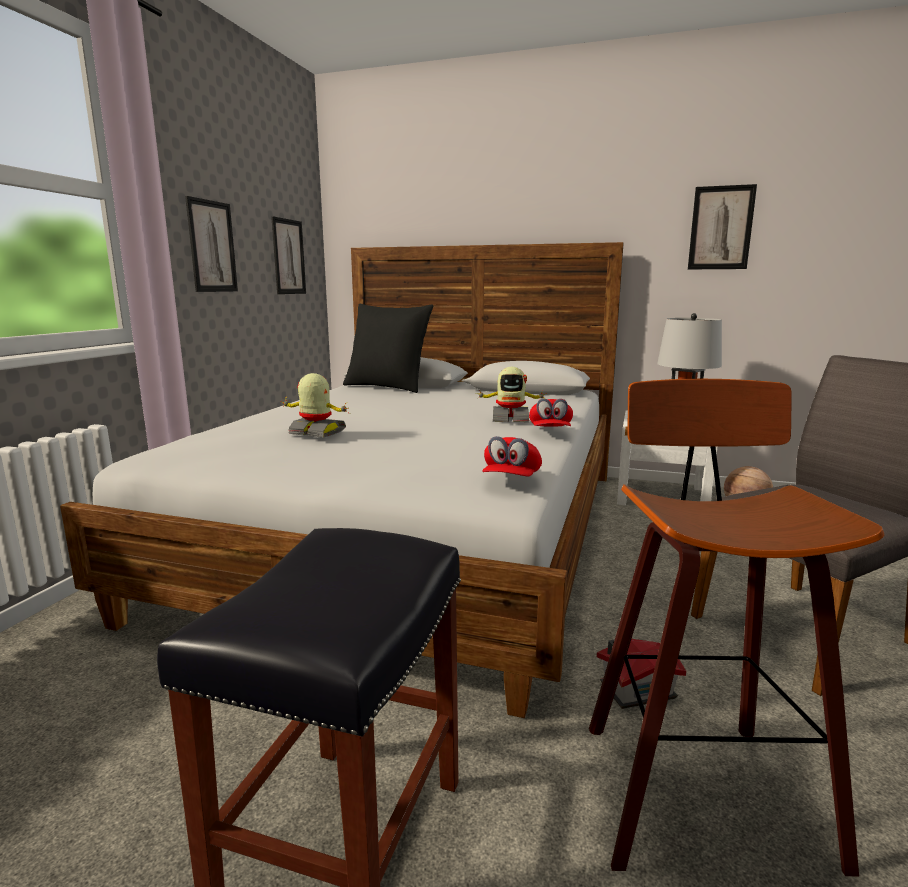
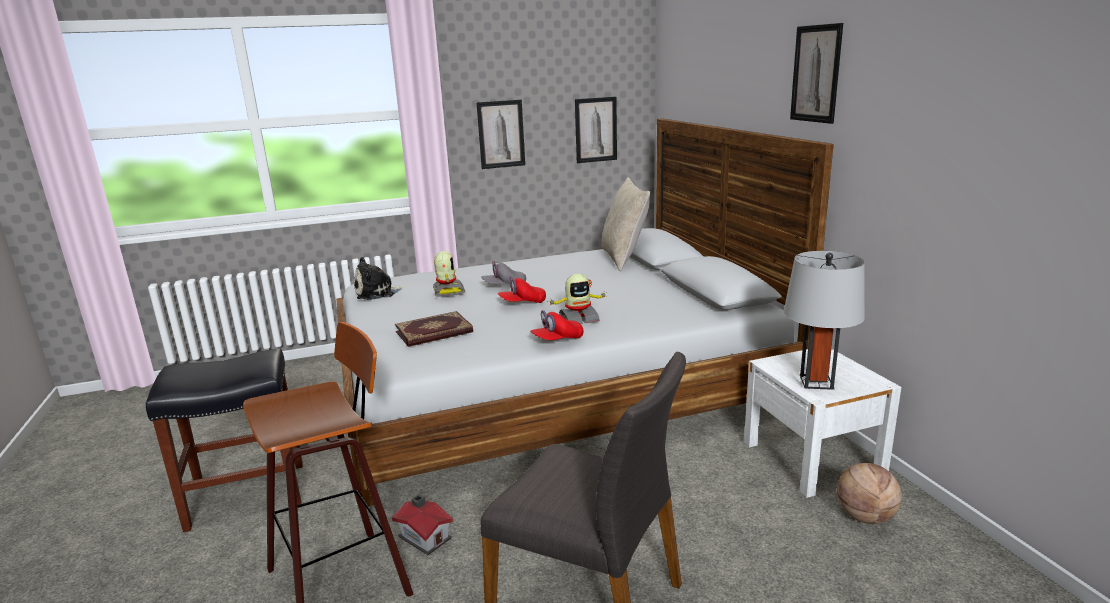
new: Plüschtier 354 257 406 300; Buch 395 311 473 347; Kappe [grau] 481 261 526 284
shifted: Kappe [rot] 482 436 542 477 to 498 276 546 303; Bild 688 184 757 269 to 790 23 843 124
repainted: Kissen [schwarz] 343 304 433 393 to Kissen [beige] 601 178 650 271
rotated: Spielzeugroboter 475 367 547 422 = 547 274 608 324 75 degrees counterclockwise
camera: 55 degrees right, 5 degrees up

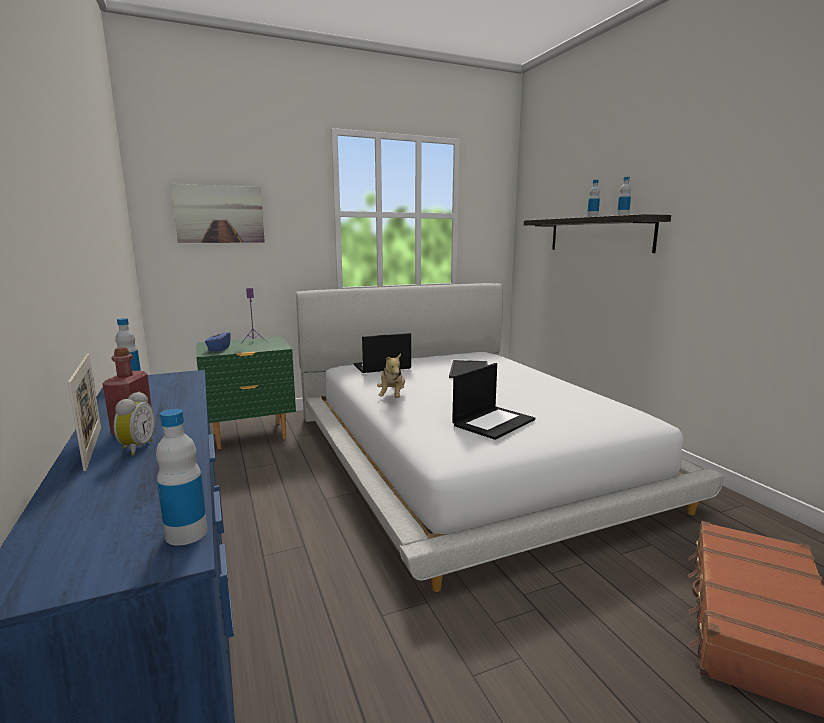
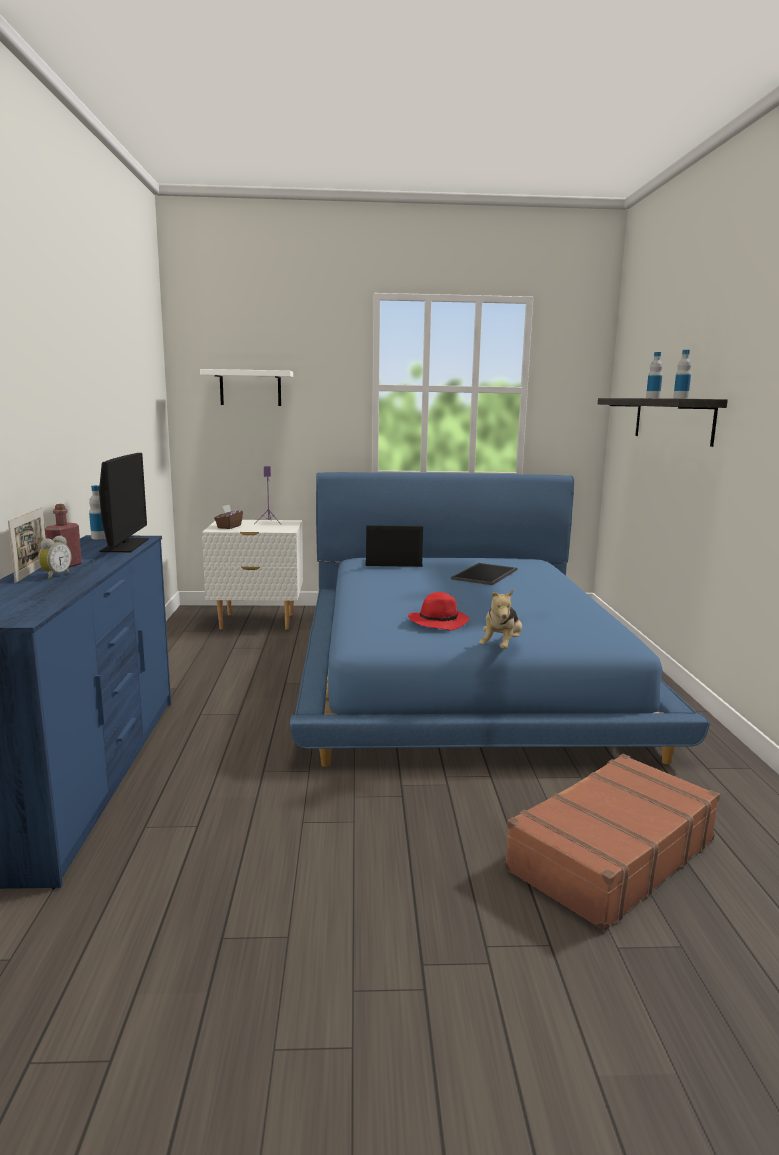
gone: Flasche 156 409 208 546
new: Monitor 99 453 149 552
shifted: Plüschtier 377 354 405 398 to 479 589 522 649
swapped: Bild 171 184 265 243 to Wandregal [weiß] 200 369 293 406; Laptop 452 363 535 440 to Hut [rot] 408 592 470 630
repainted: Nachttisch [grün] 196 336 296 449 to Nachttisch [weiß] 202 520 303 630; Taschentuchbox [blau] 205 327 231 351 to Taschentuchbox [braun] 214 505 243 529; Bett [weiß] 296 283 725 592 to Bett [blau] 290 472 710 767
camera: 20 degrees right, 0 degrees up

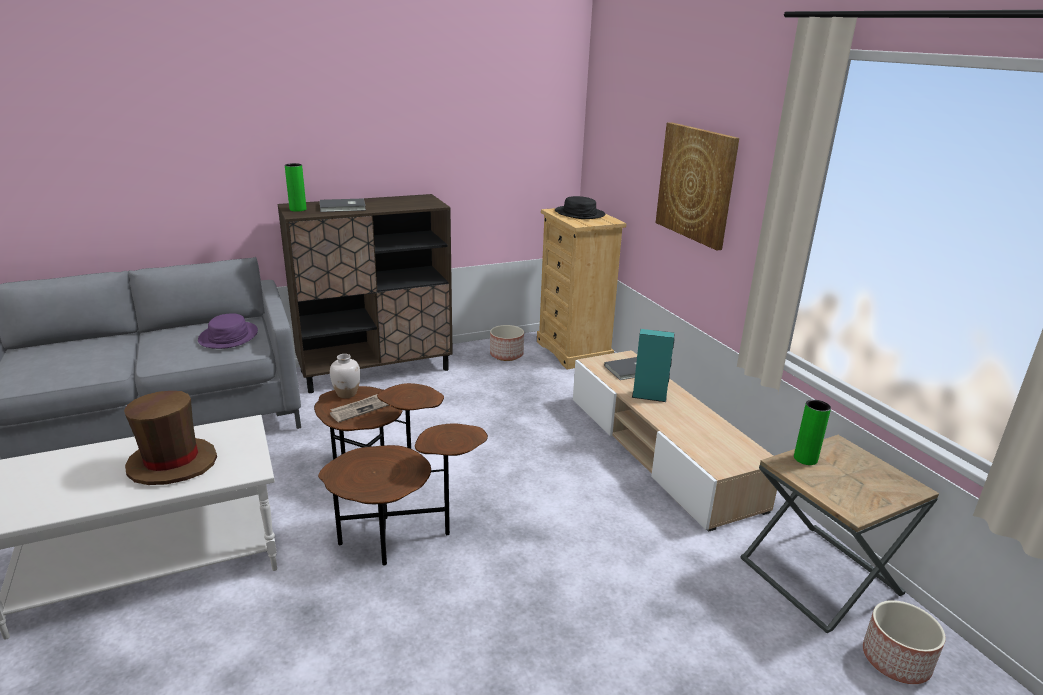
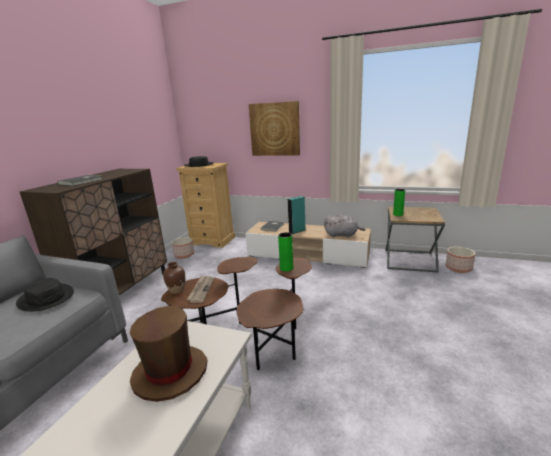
new: Plüschtier [grau] 324 214 365 237
shifted: Vase [grün] 285 163 306 212 to 278 232 293 272
repainted: Hut [lila] 198 314 258 349 to Hut [schwarz] 16 278 74 312; Vase [weiß] 330 354 360 398 to Vase [braun] 163 262 185 294
camera: 45 degrees left, 5 degrees down

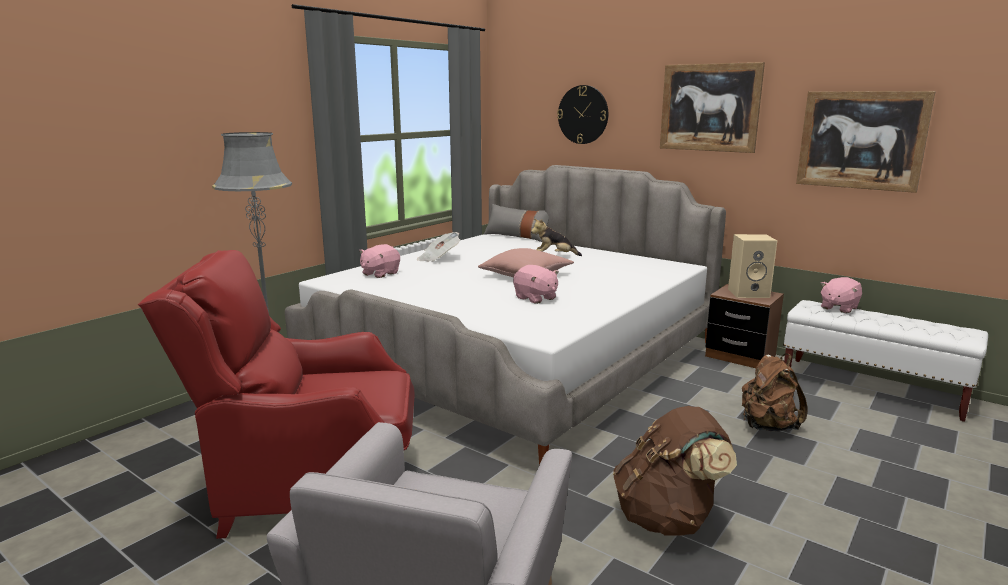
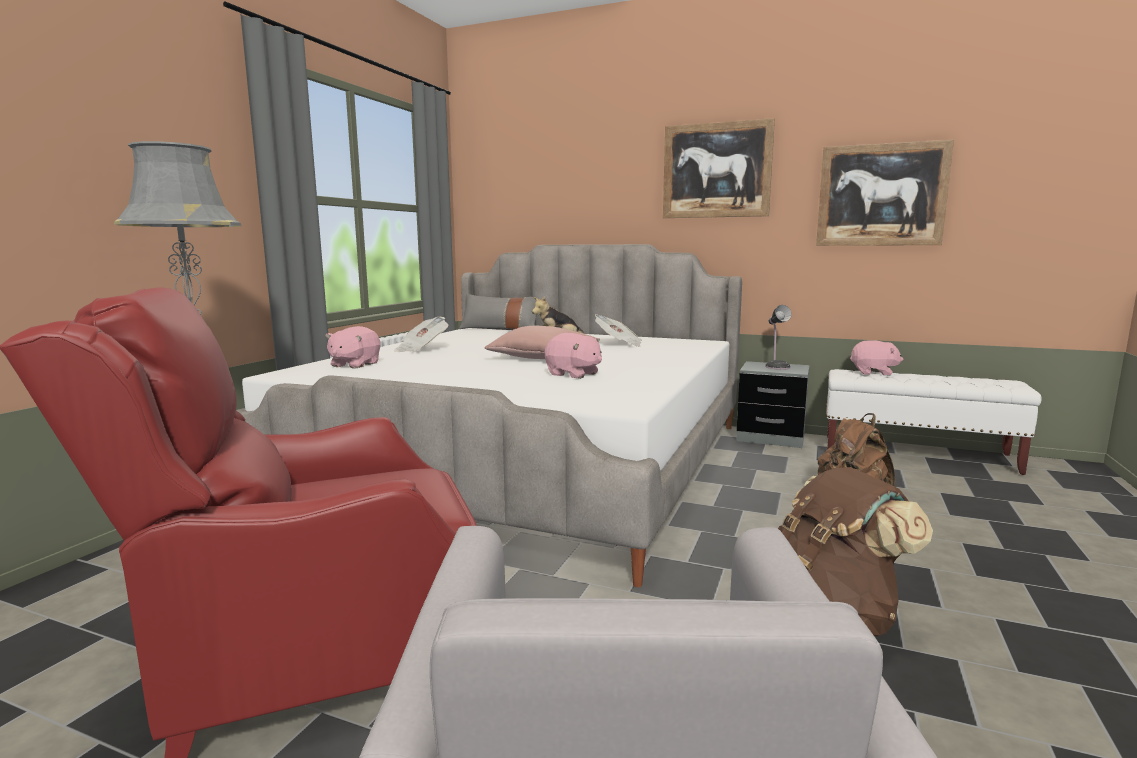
gone: Wanduhr 557 85 608 144
new: Zeitung 595 314 642 347
swapped: Lautsprecher [beige] 728 234 777 298 to Tischlampe 765 305 791 370
repainted: Nachttisch [braun] 705 284 784 368 to Nachttisch [grau] 736 361 810 448
rotated: Plüschtier [rosa] 820 277 862 313 = 850 340 903 375 105 degrees counterclockwise
camera: 15 degrees left, 5 degrees down

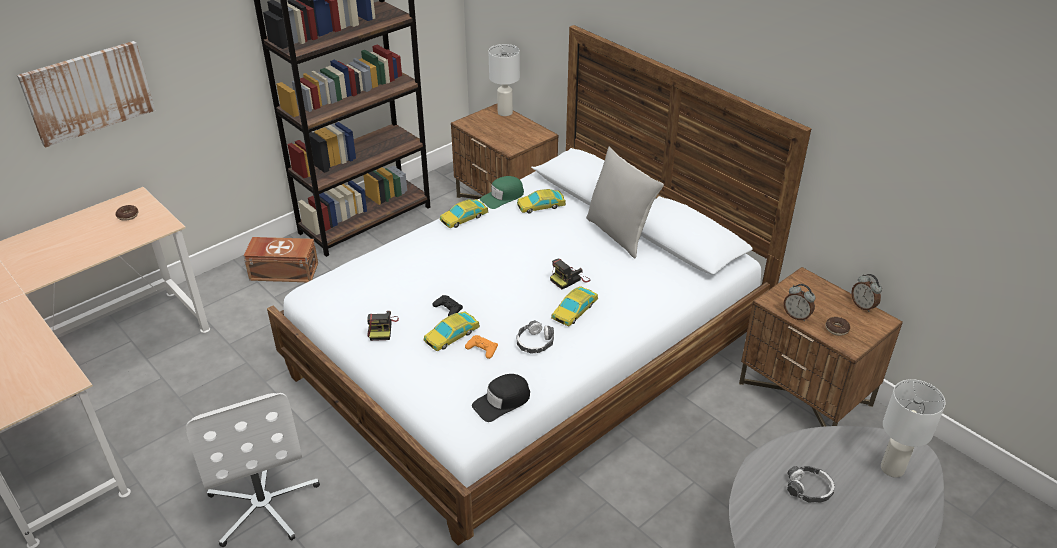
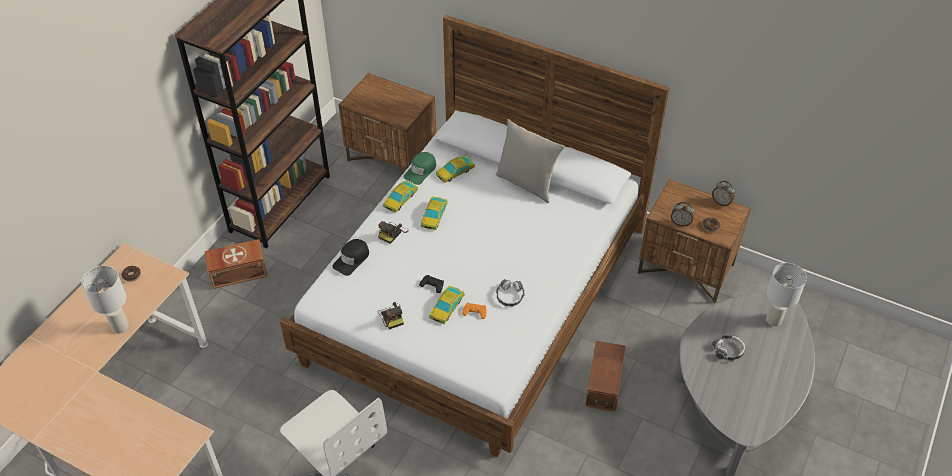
gone: Bild 17 41 155 148
new: Aufbewahrungsbox [braun] 585 341 625 412
shifted: Kappe [schwarz] 472 374 530 422 to 332 239 369 276; Tischlampe [weiß] 488 44 520 116 to 81 266 129 333; Kamera 550 258 590 289 to 378 221 409 244; Spielzeugauto 551 286 598 327 to 421 197 448 230
camera: 20 degrees left, 10 degrees up

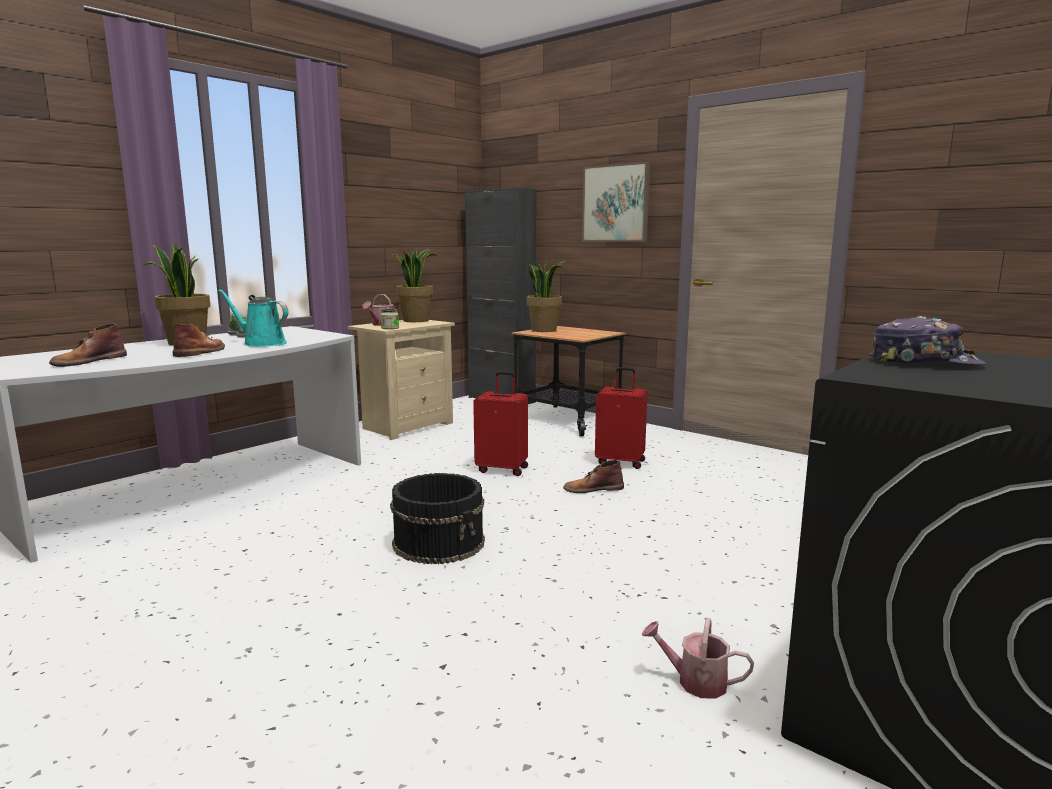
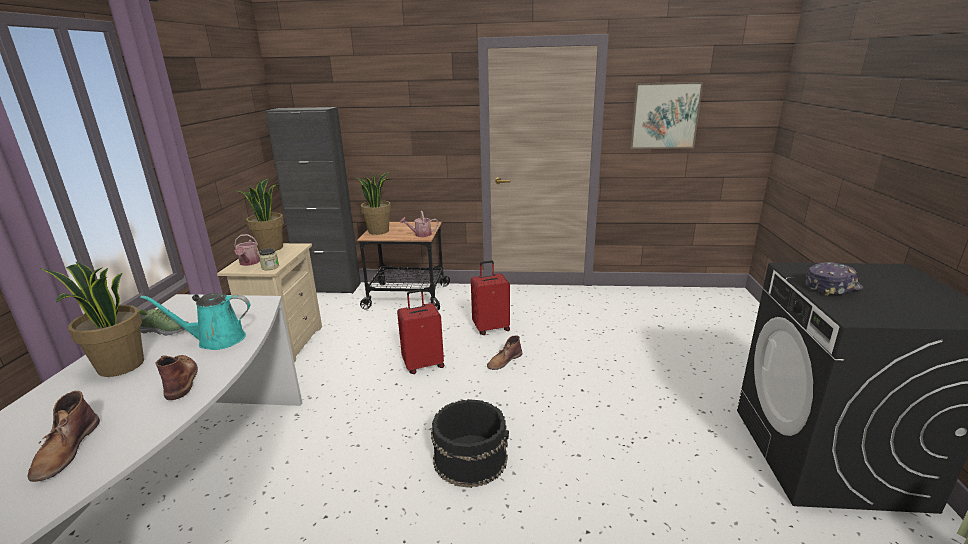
shifted: Bild 582 162 650 242 to 630 82 703 149; Gießkanne 642 618 754 699 to 400 211 439 237
camera: 35 degrees left, 10 degrees up

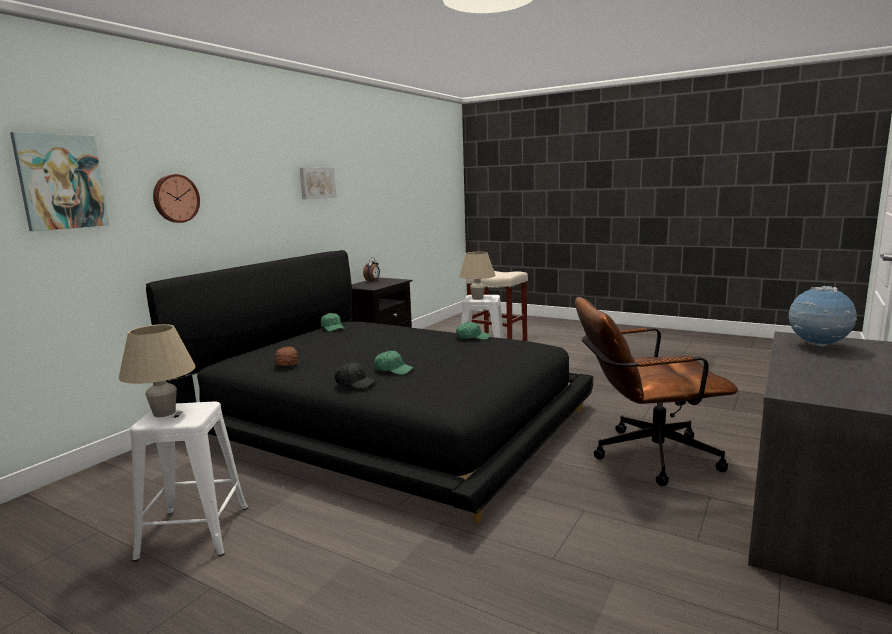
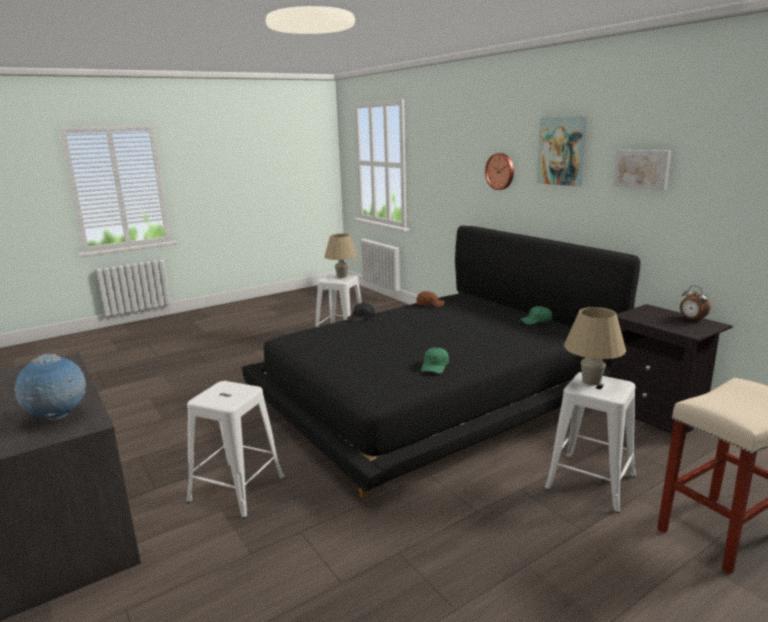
gone: Kappe [grün] 374 351 414 375
shifted: Bild 10 132 109 231 to 537 116 587 187
swapped: Bürostuhl [braun] 575 297 738 486 to Hocker [weiß] 186 381 285 519
camera: 115 degrees right, 5 degrees up

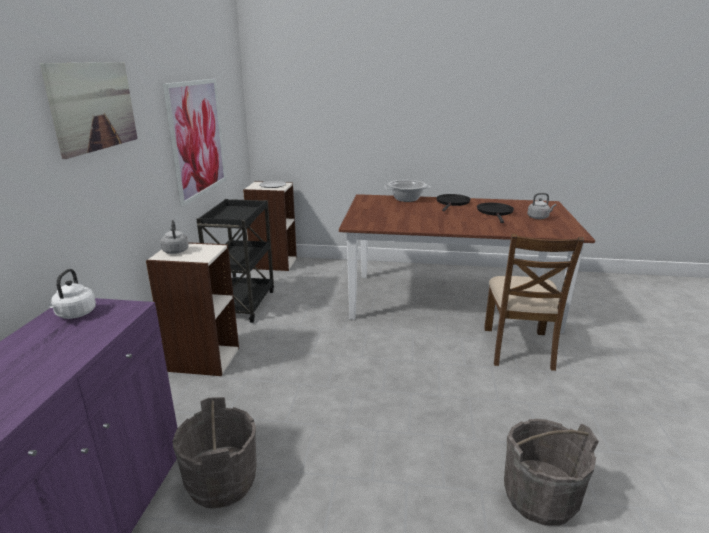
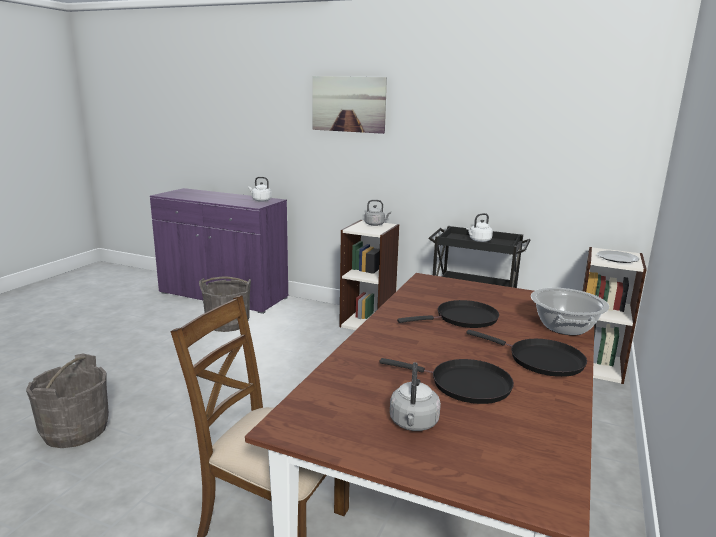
gone: Bild 163 79 226 206
new: Pfanne [schwarz] 397 300 499 328; Wasserkessel [weiß] 466 213 493 242
camera: 105 degrees right, 5 degrees down

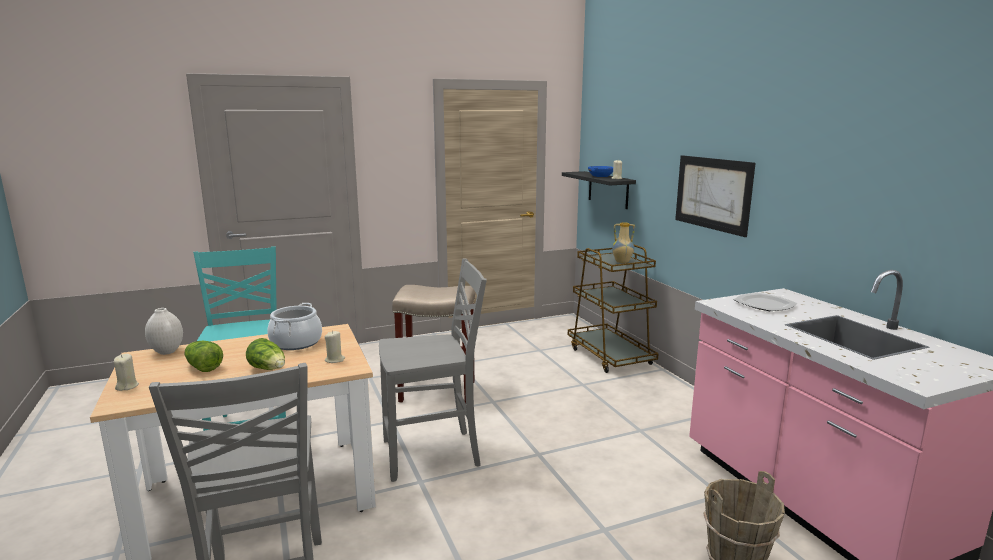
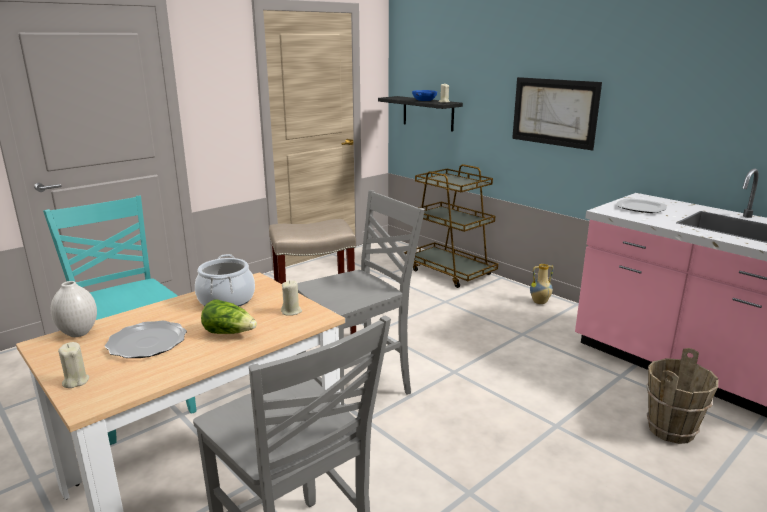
shifted: Vase 612 222 635 263 to 530 264 554 304
swapped: Salatkopf 184 341 223 372 to Teller 105 321 187 358
camera: 20 degrees left, 5 degrees up

